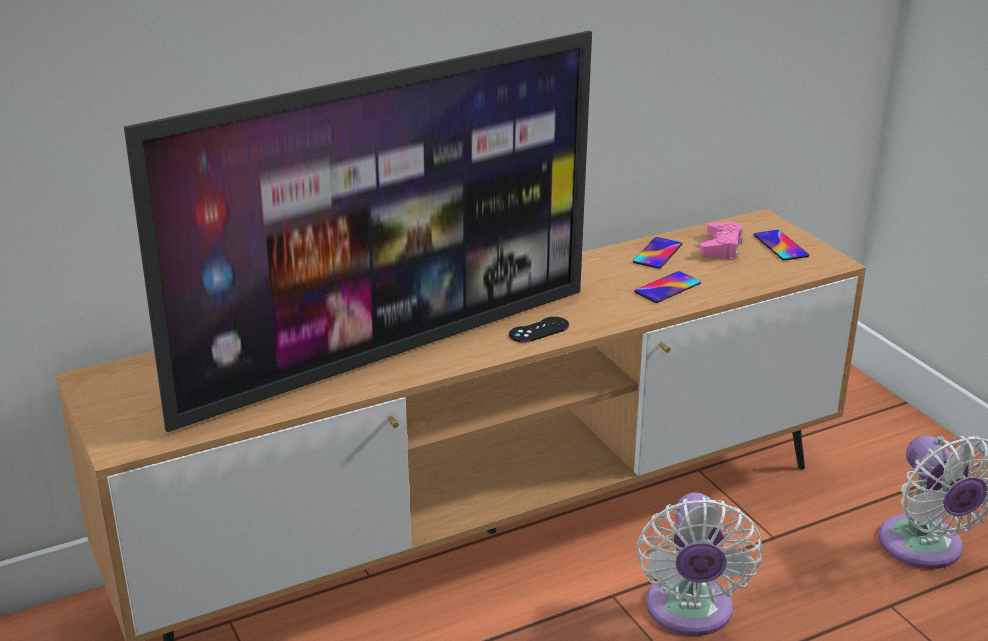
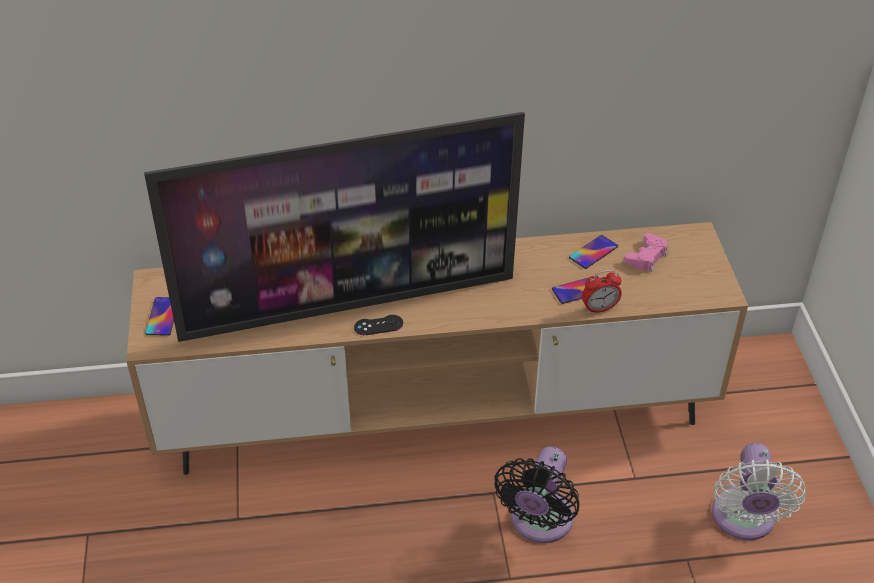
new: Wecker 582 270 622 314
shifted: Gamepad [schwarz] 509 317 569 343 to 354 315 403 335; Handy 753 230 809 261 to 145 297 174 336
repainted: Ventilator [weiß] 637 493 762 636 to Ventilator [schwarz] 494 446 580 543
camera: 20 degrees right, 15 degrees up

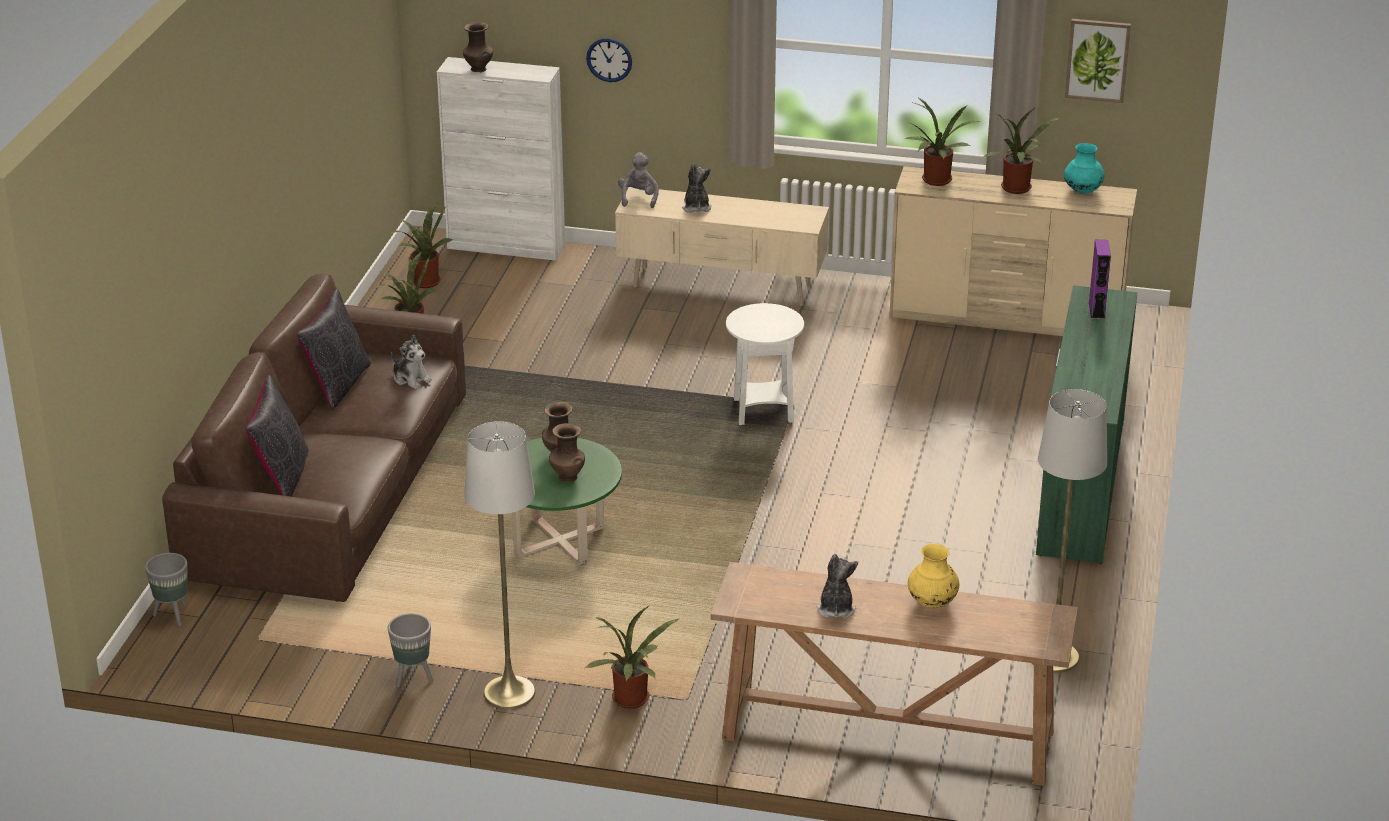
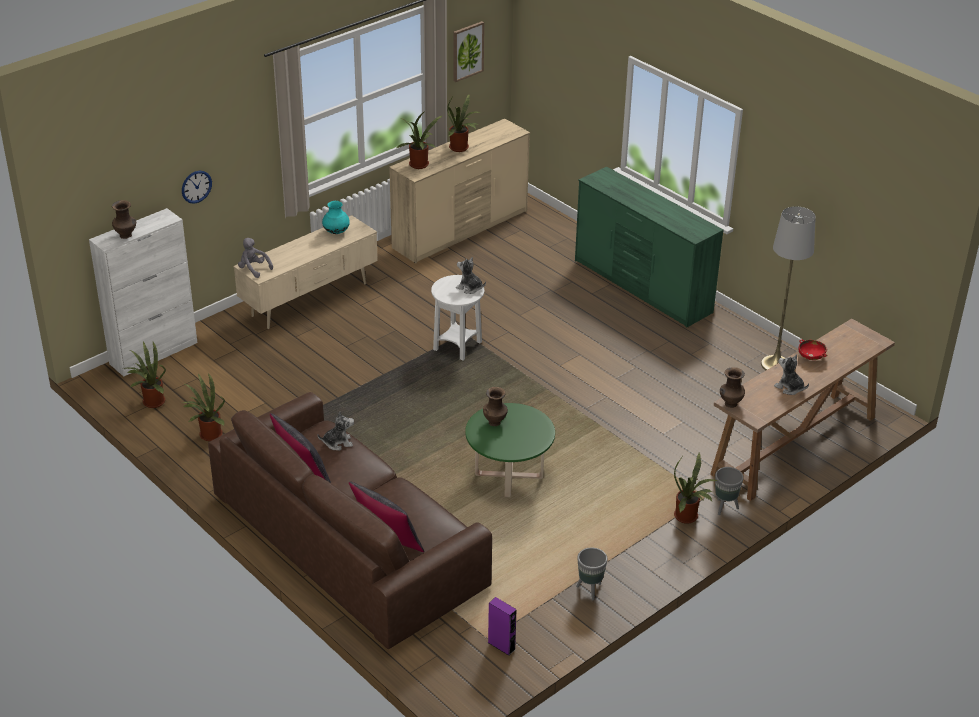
gone: Stehlampe [grau] 464 421 535 709
shifted: Pflanzkübel [grau] 145 553 187 626 to 715 467 744 515; Vase [braun] 549 423 585 483 to 720 367 745 408; Plüschtier 682 163 711 213 to 456 257 486 294; Vase [türkis] 1064 143 1105 194 to 322 201 350 234; Lautsprecher [lila] 1089 240 1111 319 to 488 597 517 656
swapped: Vase [gelb] 908 544 959 608 to Schüssel [rot] 798 339 827 360
camera: 55 degrees left, 5 degrees up

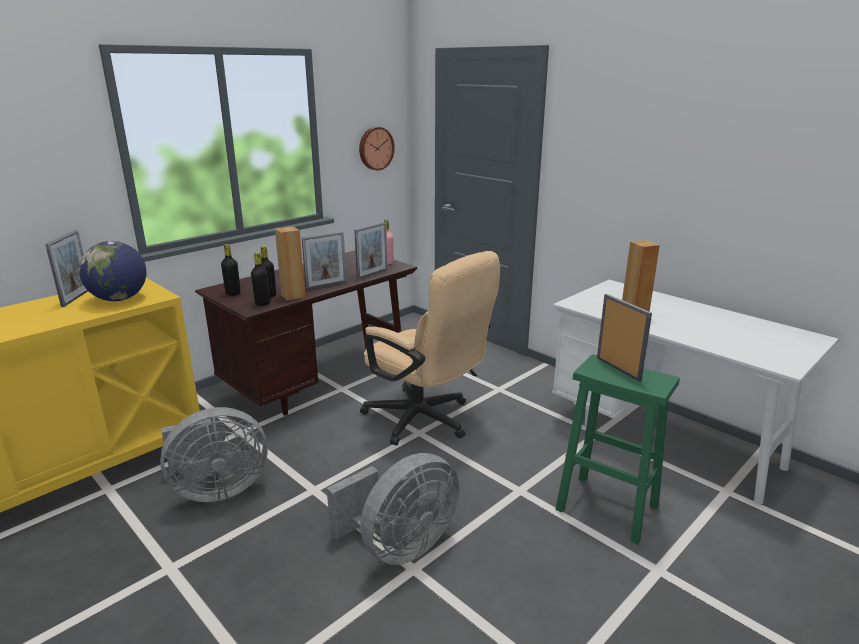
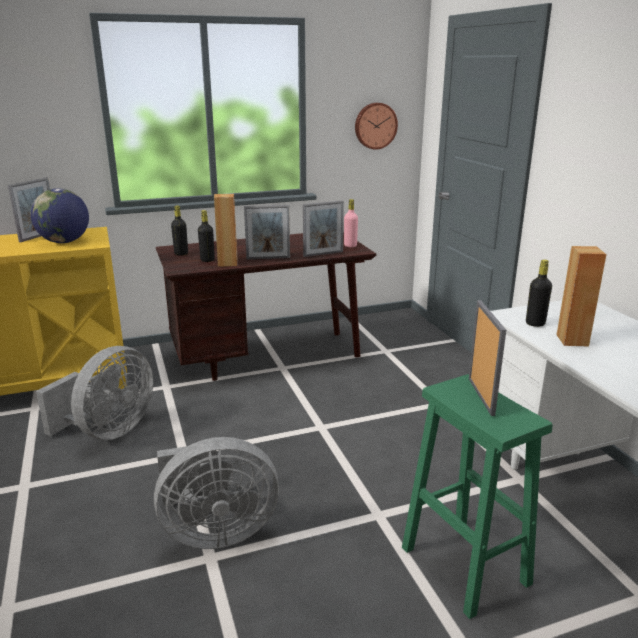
gone: Bürostuhl [beige] 360 251 500 446
shifted: Flasche [schwarz] 251 252 271 306 to 526 260 552 327
rotated: Ventilator [grau] 160 407 268 502 = 36 346 153 440 60 degrees counterclockwise
camera: 25 degrees right, 0 degrees up

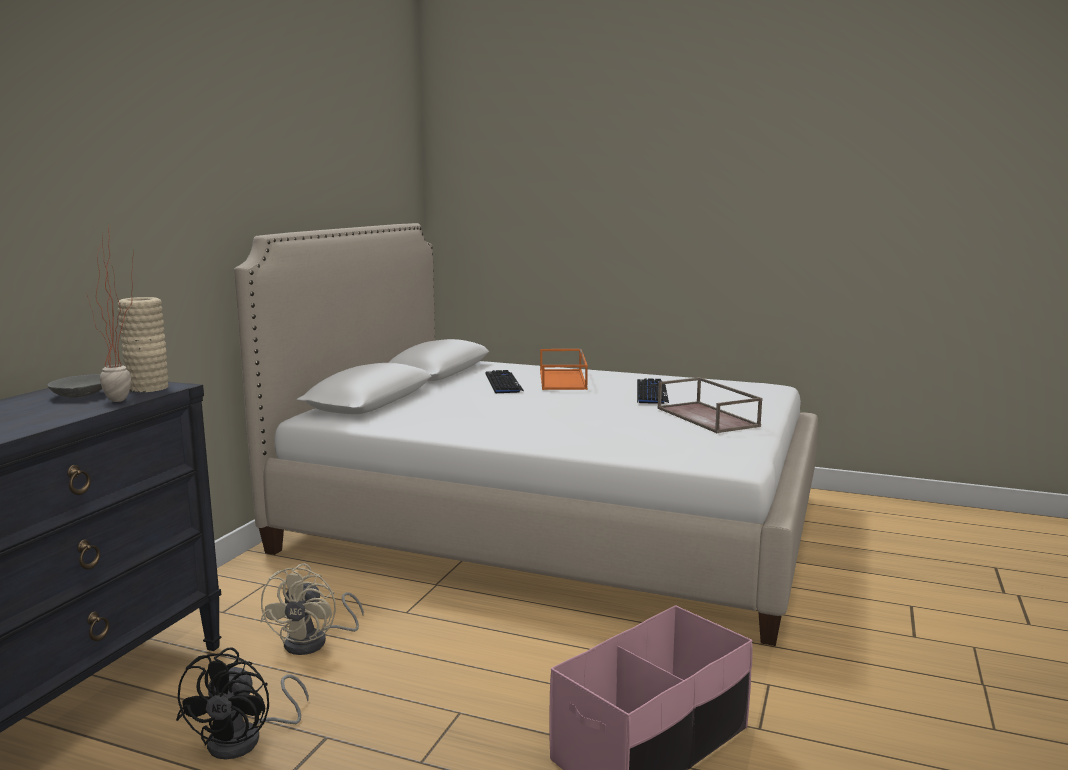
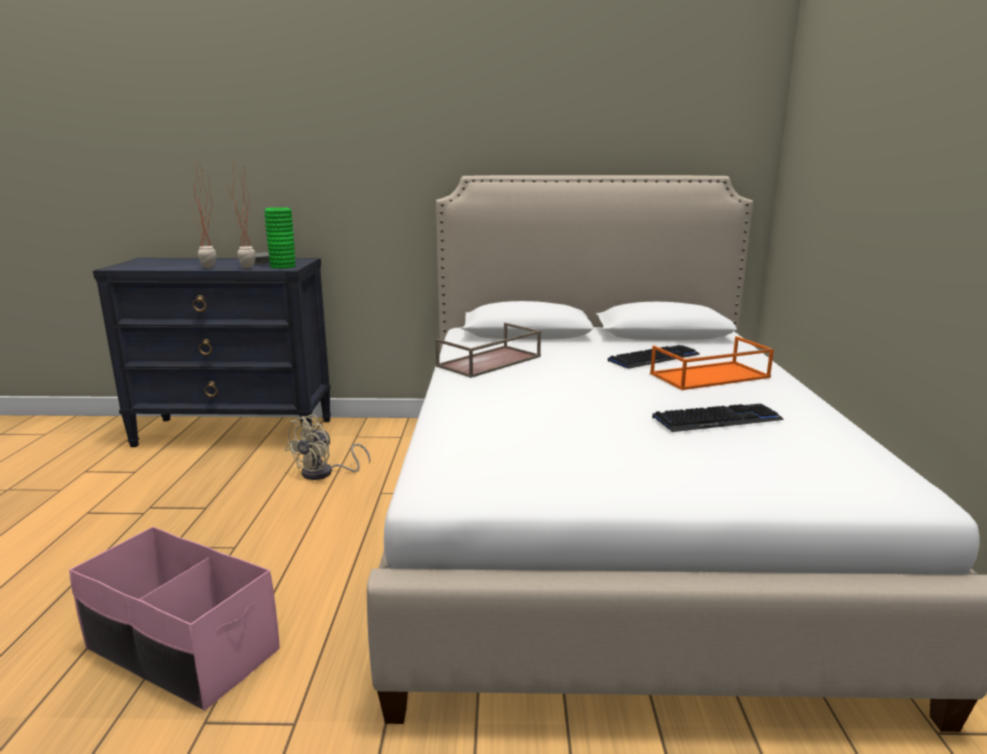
gone: Ventilator [schwarz] 176 647 309 759
new: Topfpflanze 191 158 216 268
shifted: Tablett [braun] 657 377 763 433 to 436 323 541 378
repainted: Vase [beige] 117 297 168 393 to Vase [grün] 264 207 296 269
rotated: Ventilator [beige] 260 563 364 655 = 285 415 370 480 45 degrees counterclockwise
camera: 70 degrees right, 5 degrees up

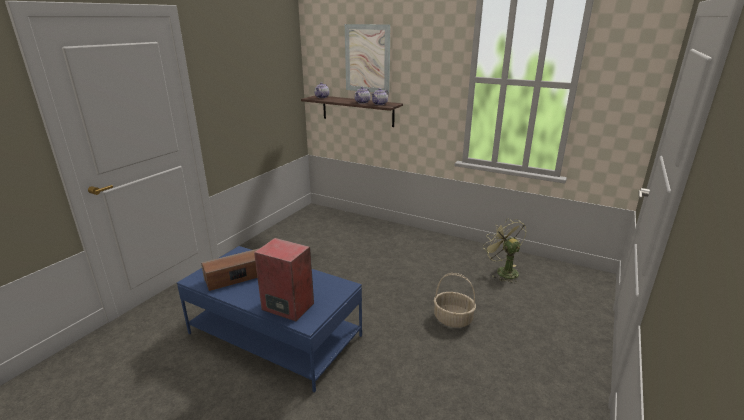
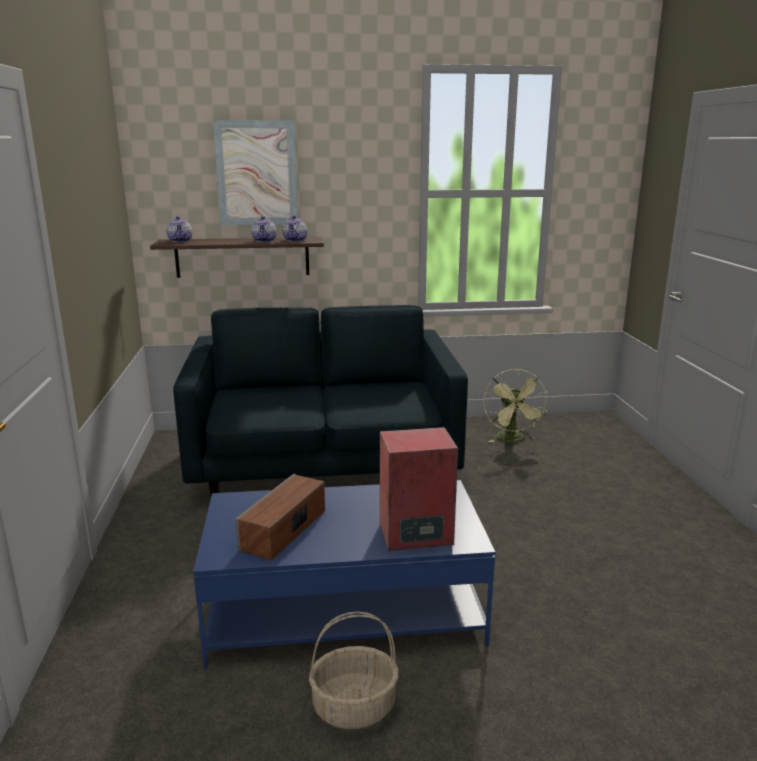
new: Sofa [blau] 173 305 468 496
shifted: Korb 434 273 476 328 to 309 611 398 729
rotated: Ventilator [grün] 483 218 527 283 = 483 369 548 443 120 degrees counterclockwise
camera: 35 degrees left, 5 degrees down

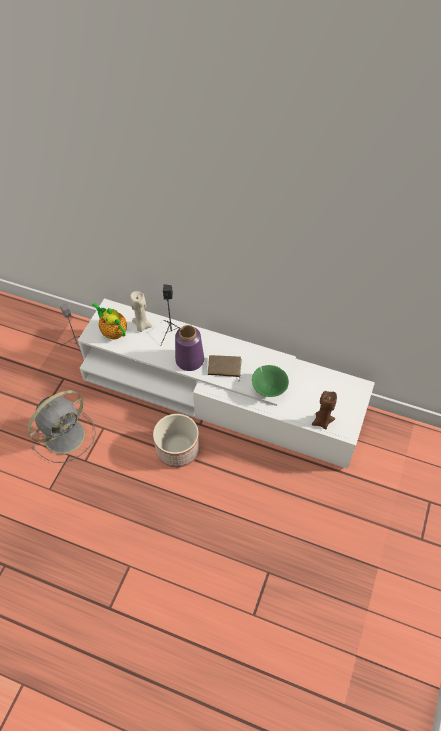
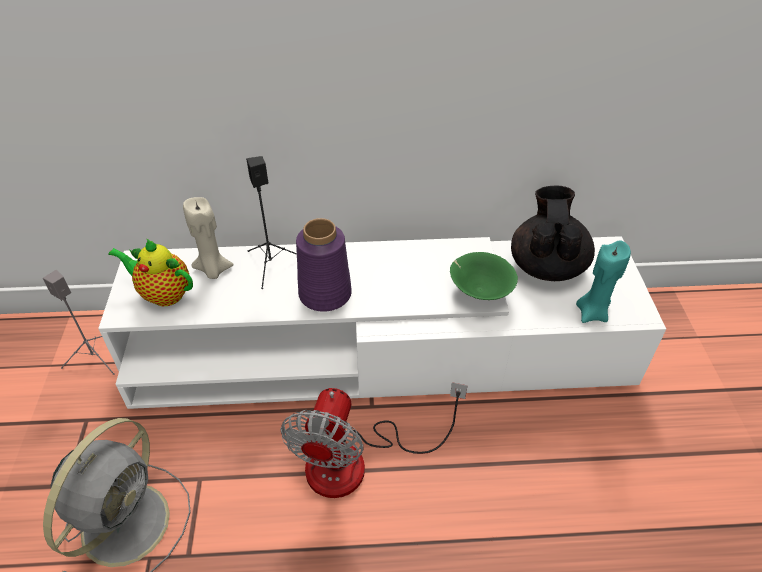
gone: Buch [braun] 208 355 242 380
new: Teekanne [schwarz] 511 185 595 281
swapped: Pflanzkübel 153 414 200 468 to Ventilator 280 382 468 498
repainted: Kerze [braun] 312 391 337 429 to Kerze [türkis] 576 240 631 323
camera: 25 degrees left, 10 degrees down

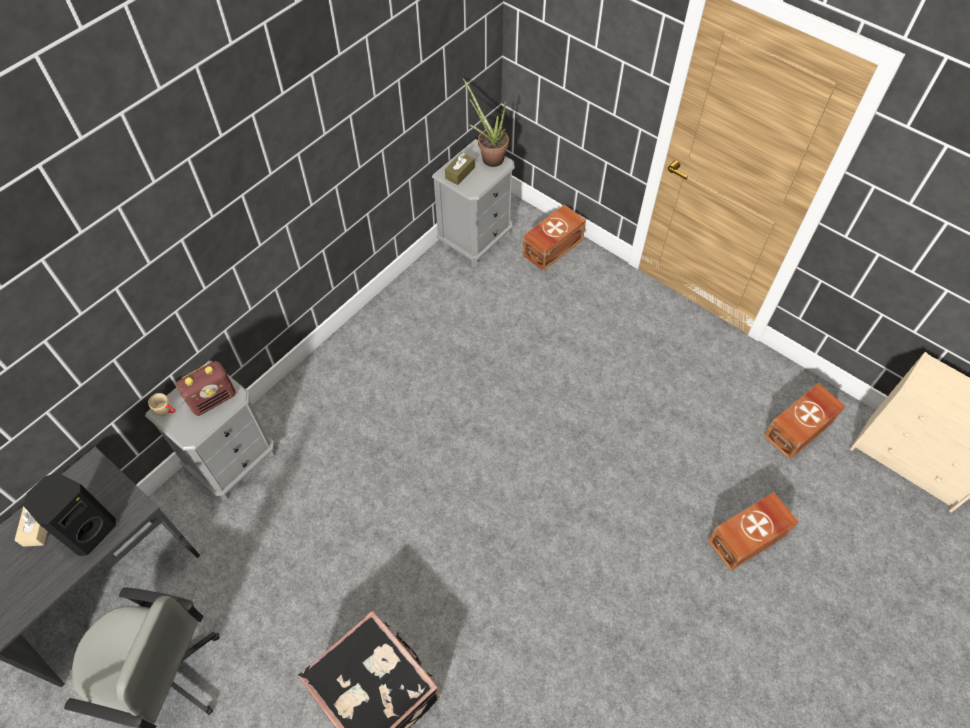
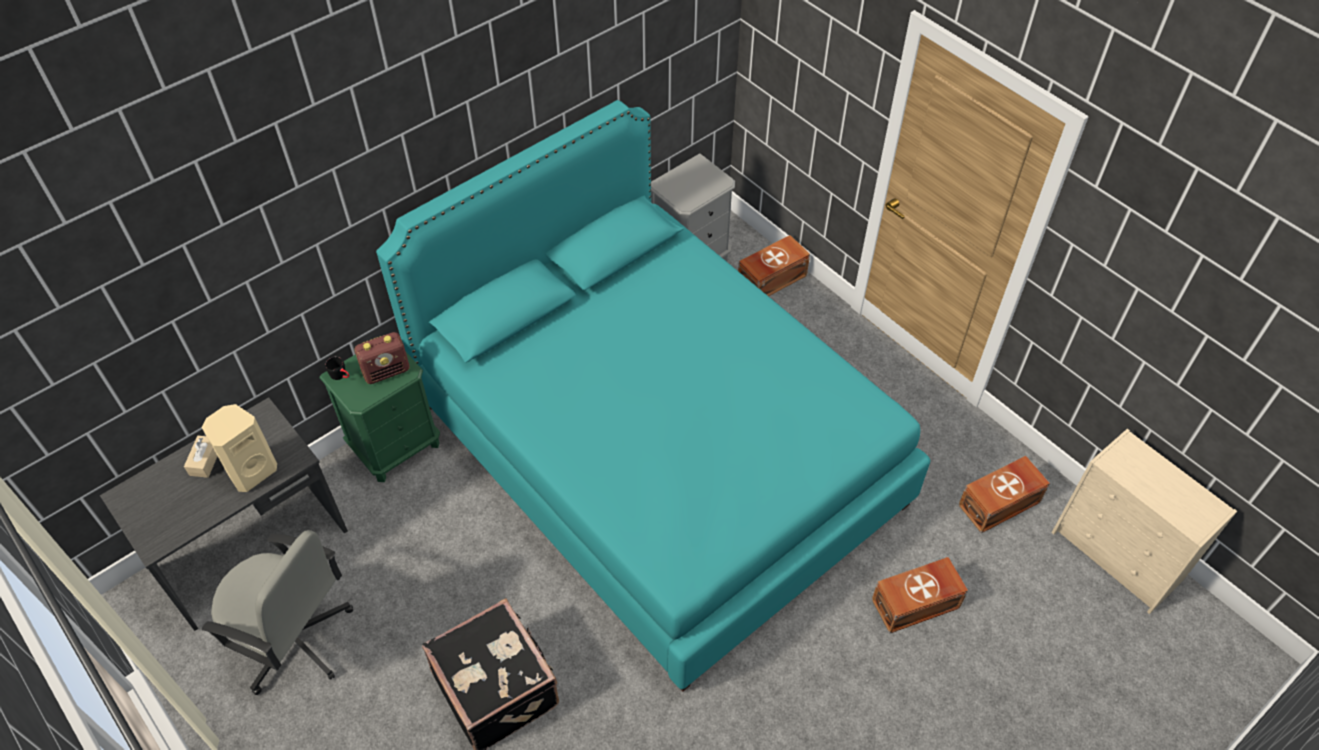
gone: Taschentuchbox [braun] 445 152 475 185; Topfpflanze 463 79 509 167
new: Bett [türkis] 376 100 931 691
repainted: Lautsprecher [schwarz] 23 473 116 556 to Lautsprecher [beige] 202 404 277 492; Nachttisch [grau] 145 361 275 500 to Nachttisch [grün] 319 352 440 482; Henkelbecher [beige] 148 393 176 416 to Henkelbecher [schwarz] 325 356 349 380
camera: 10 degrees right, 5 degrees down

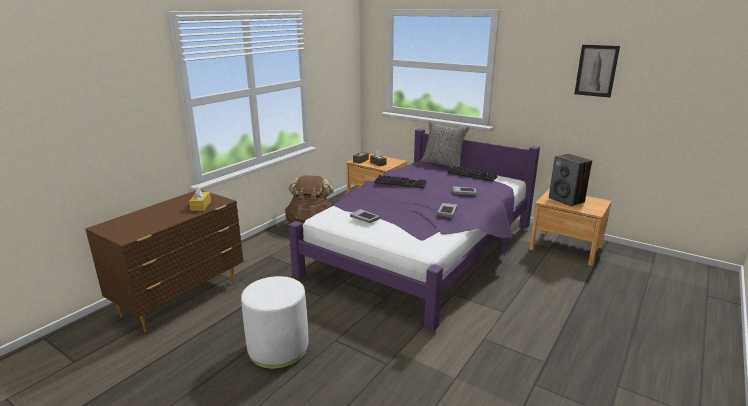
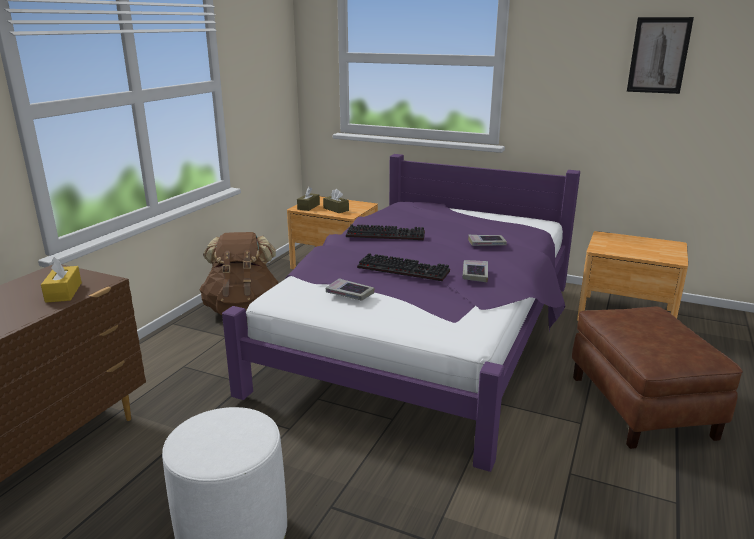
gone: Kissen [grau] 421 122 470 168; Lautsprecher 549 154 592 207
new: Polsterhocker [braun] 572 307 743 449
shifted: Tastatur 447 166 497 182 to 357 253 450 281
camera: 10 degrees left, 0 degrees up

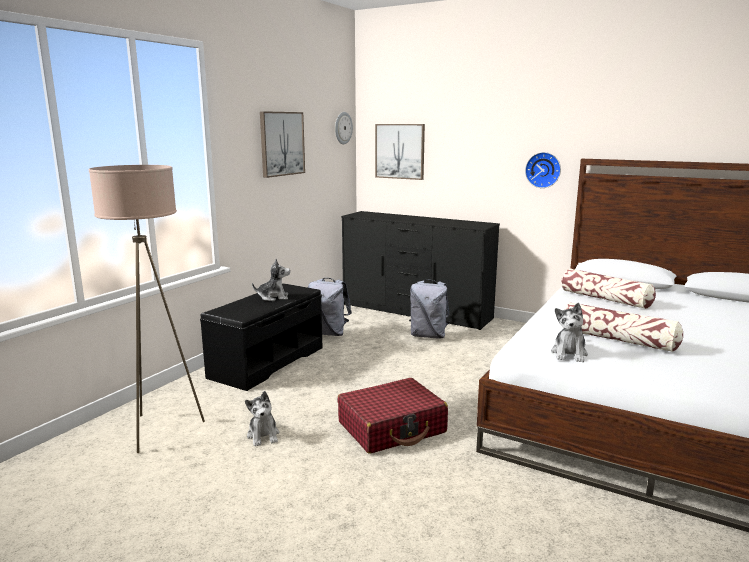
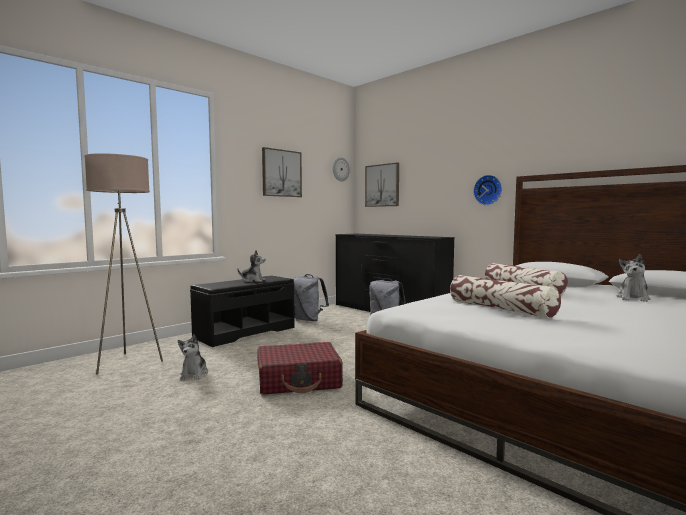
shifted: Plüschtier 551 303 588 362 to 617 254 651 302
camera: 15 degrees right, 10 degrees down

